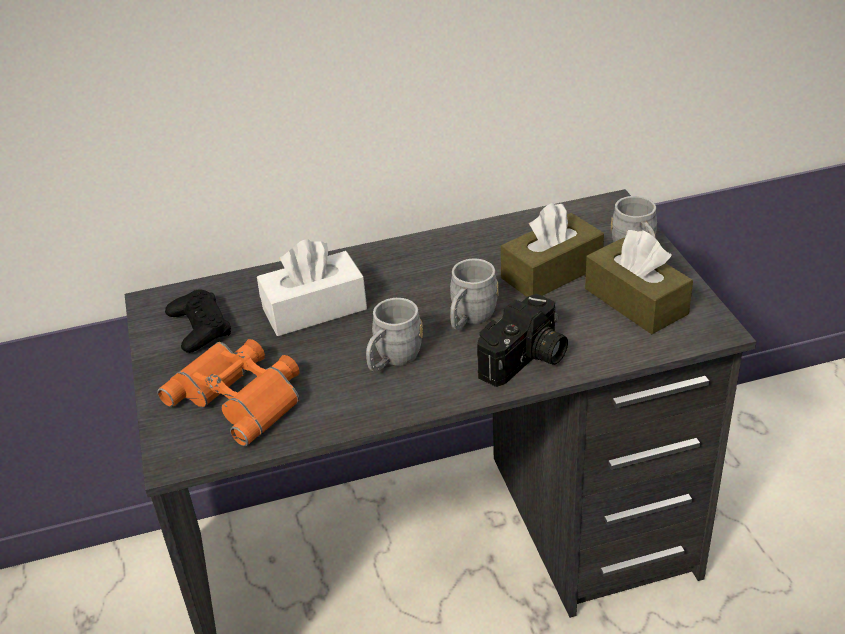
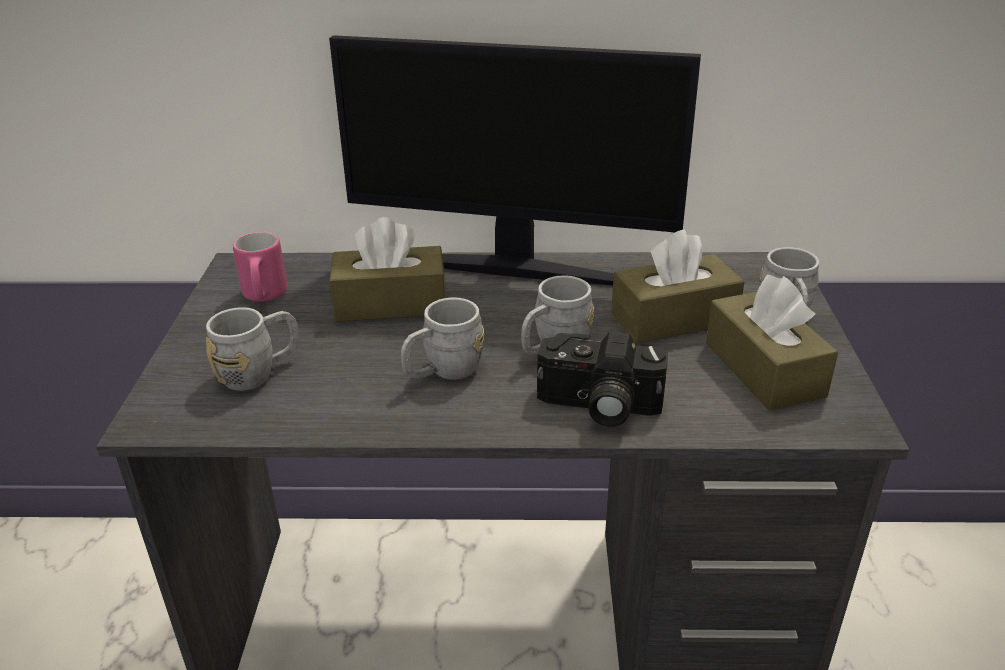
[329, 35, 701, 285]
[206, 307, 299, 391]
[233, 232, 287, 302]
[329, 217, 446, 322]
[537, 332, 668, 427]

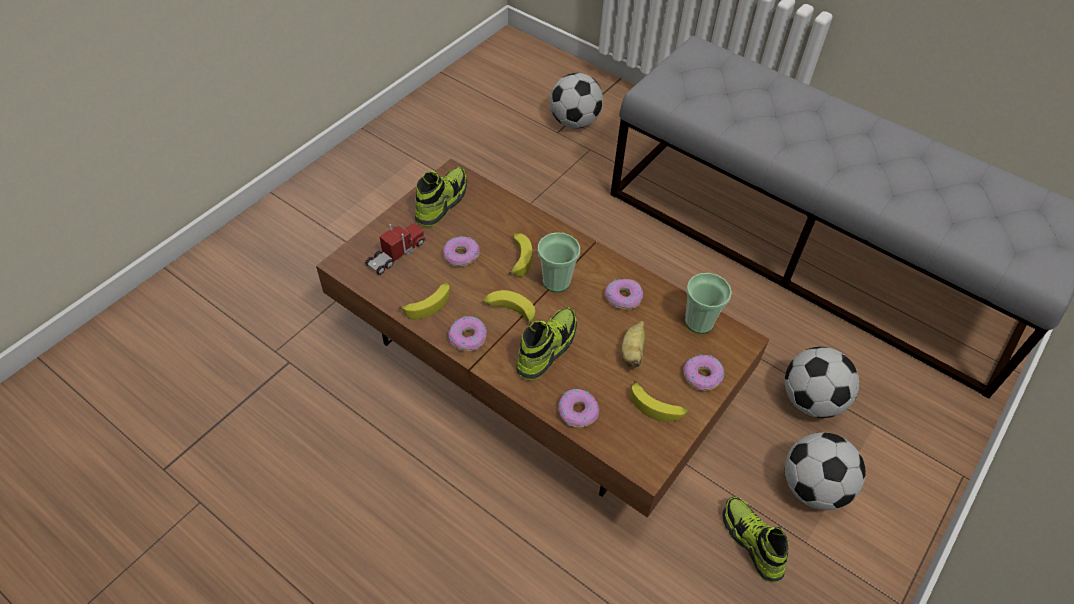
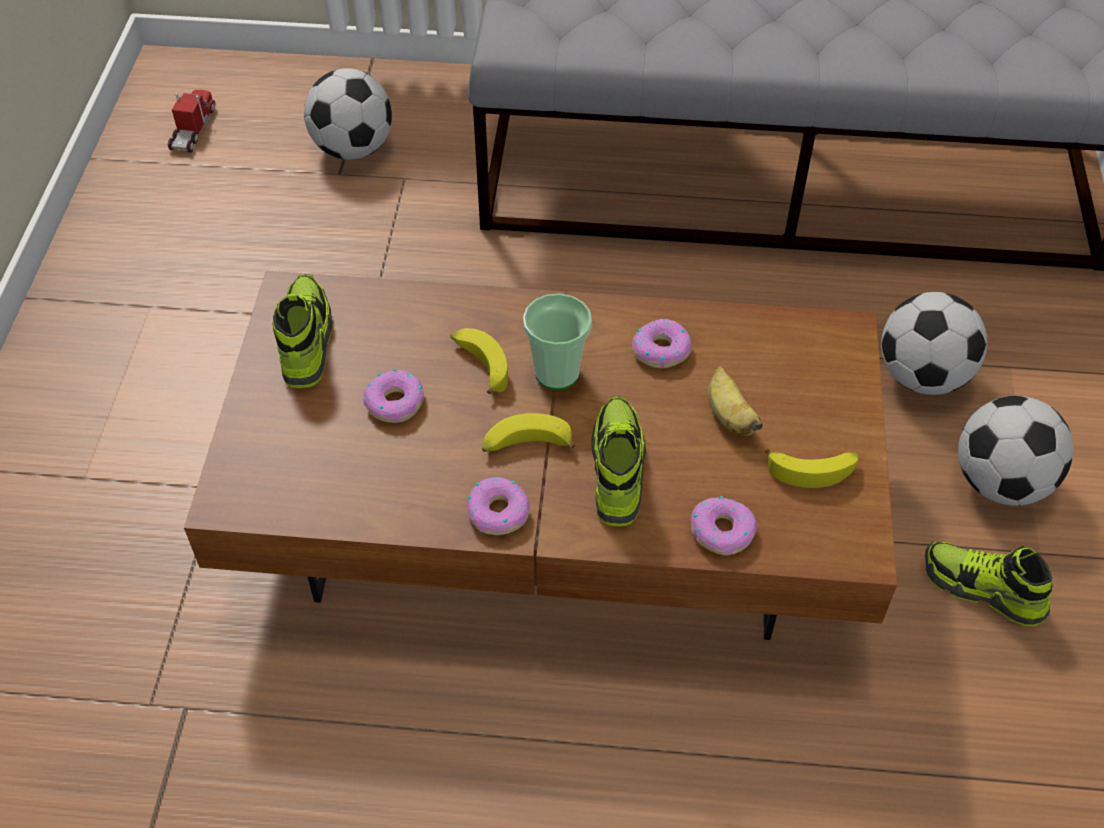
[399, 282, 450, 320] (first image)
[683, 354, 724, 391] (first image)
[685, 273, 732, 334] (first image)
[168, 90, 216, 153]

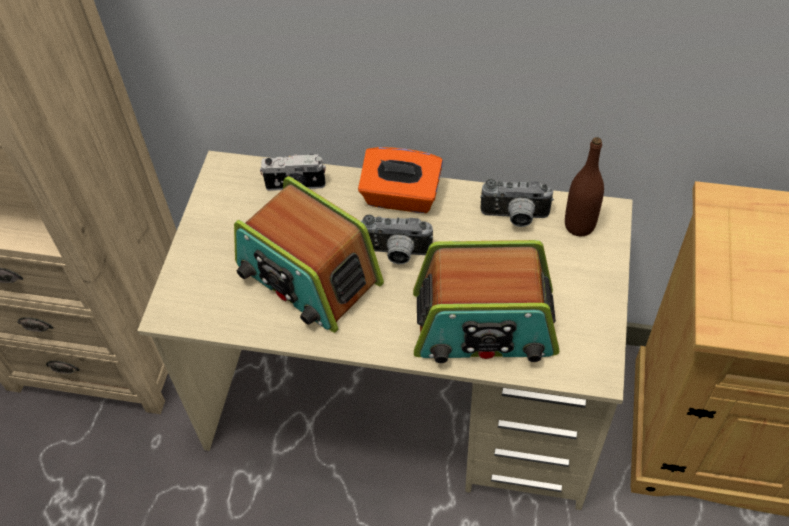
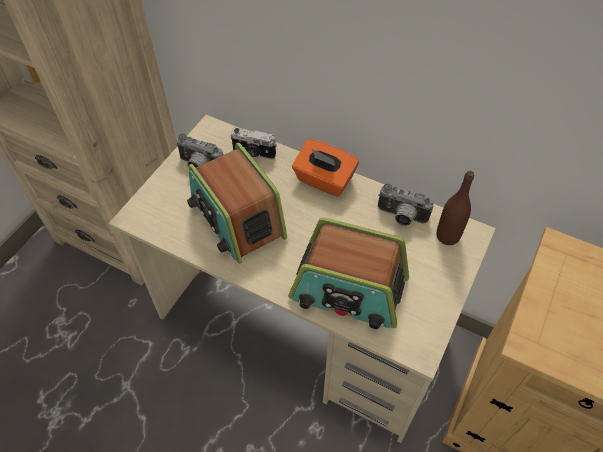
[176, 133, 223, 168]

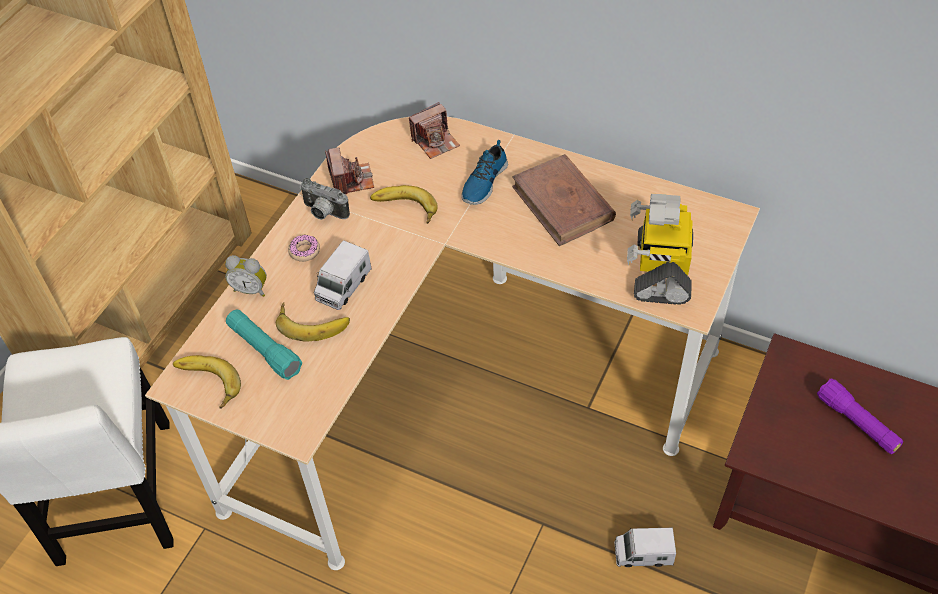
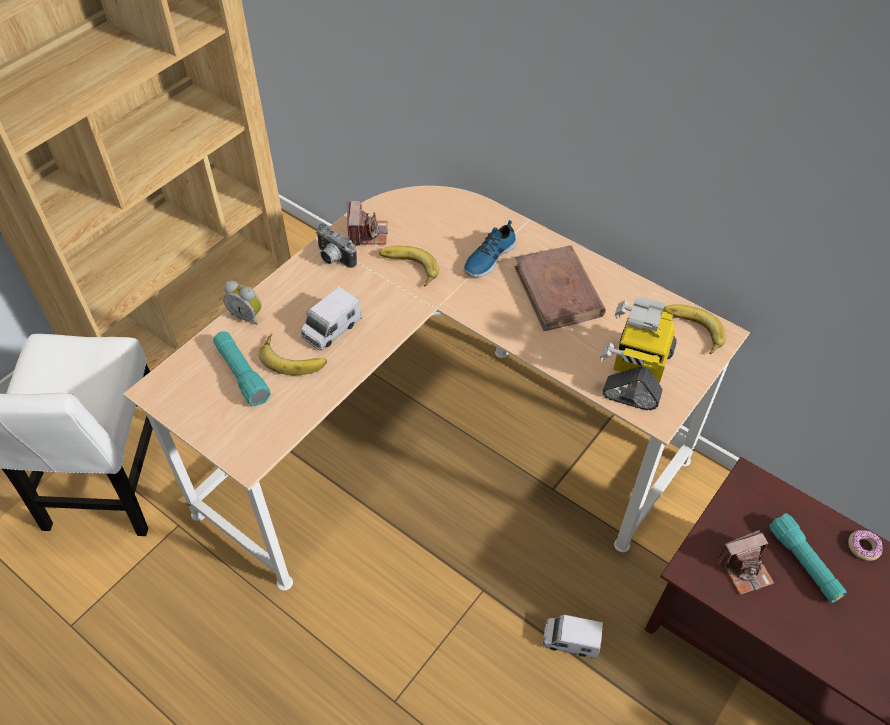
[663, 304, 727, 354]
[848, 530, 883, 561]
[718, 530, 774, 595]
[769, 513, 847, 603]

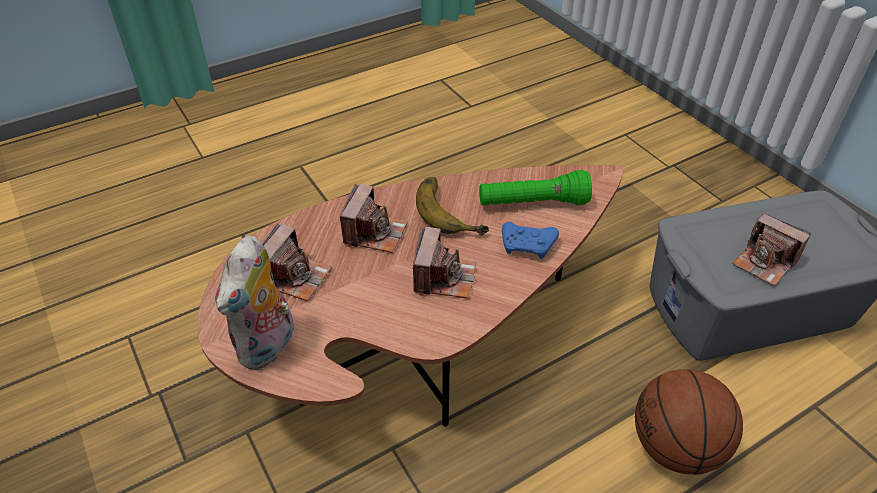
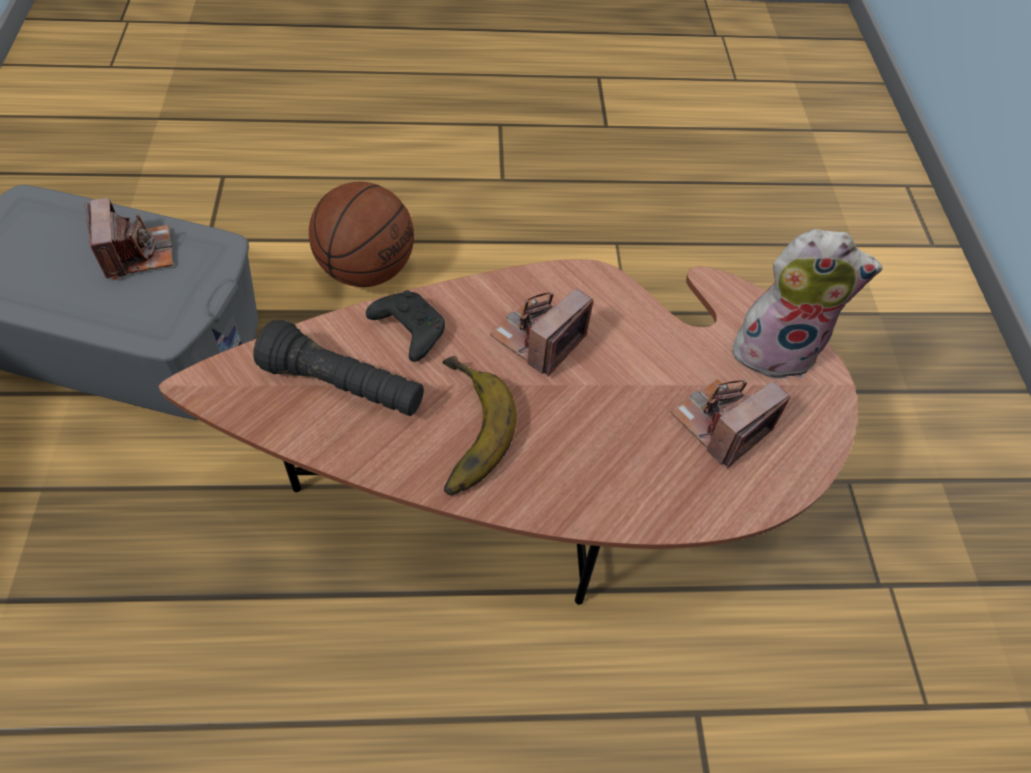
[340, 184, 408, 253] (first image)
[253, 320, 424, 416]
[366, 290, 445, 362]
[732, 229, 883, 379]

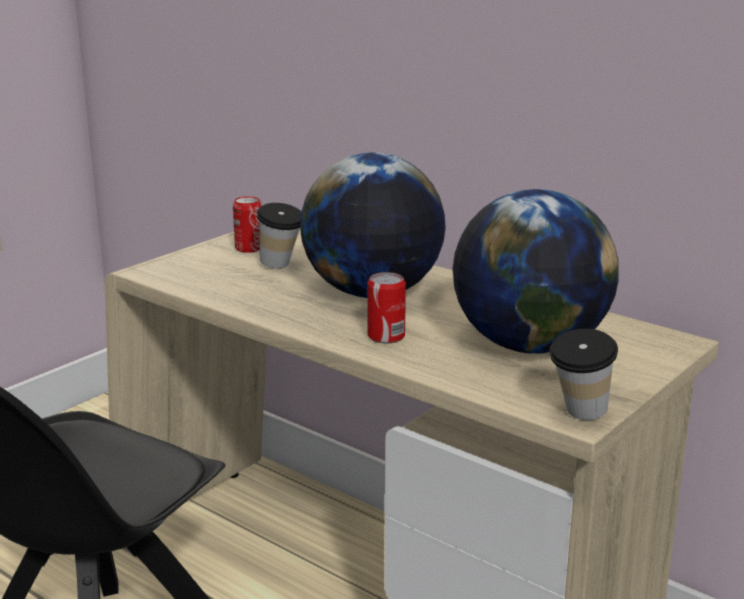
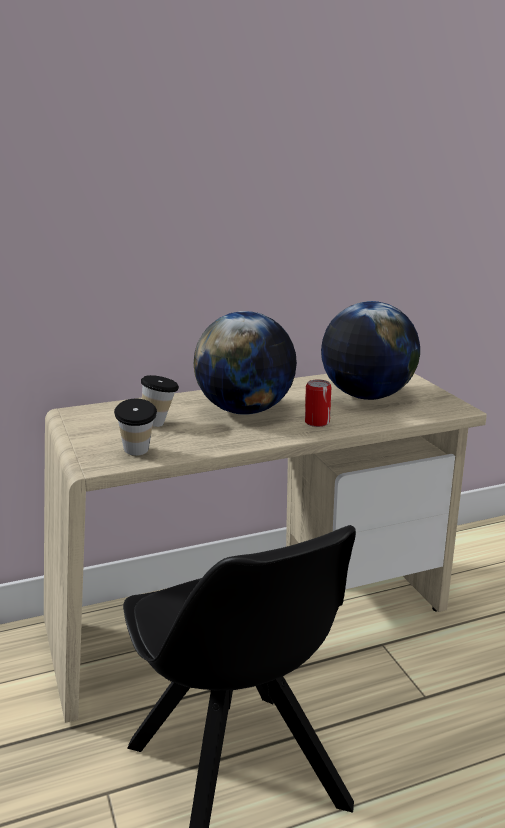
[233, 196, 262, 253] (first image)
[114, 398, 157, 456]

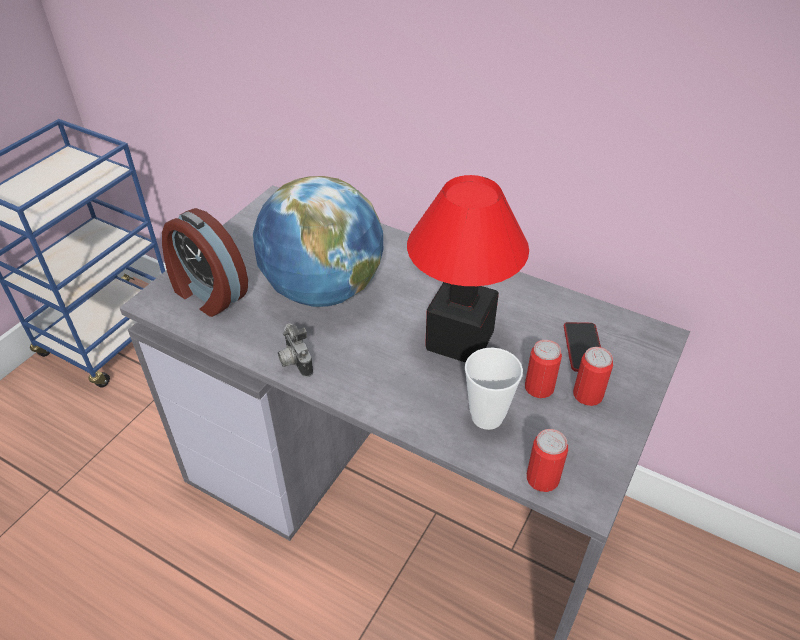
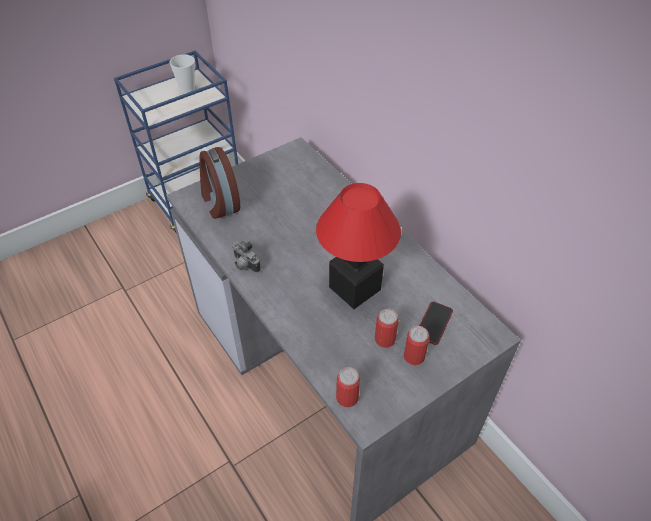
[253, 176, 383, 307] (first image)
[170, 54, 195, 94]
[232, 241, 261, 273]

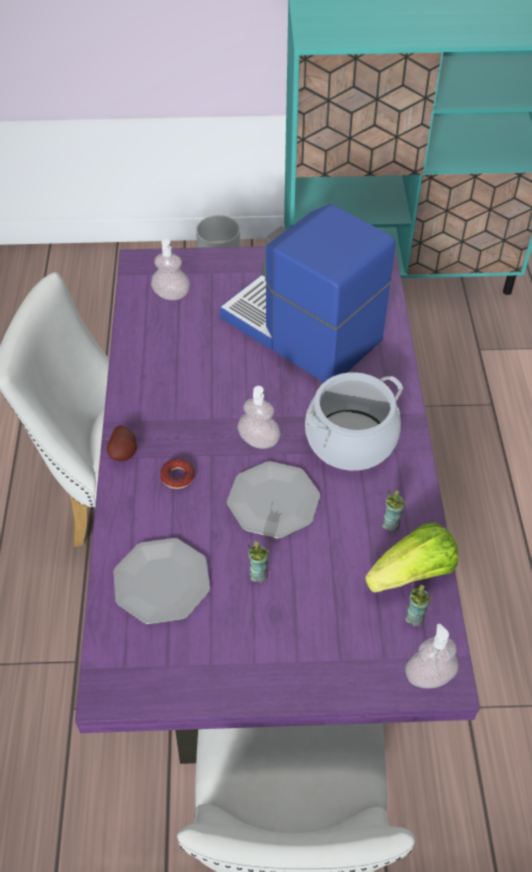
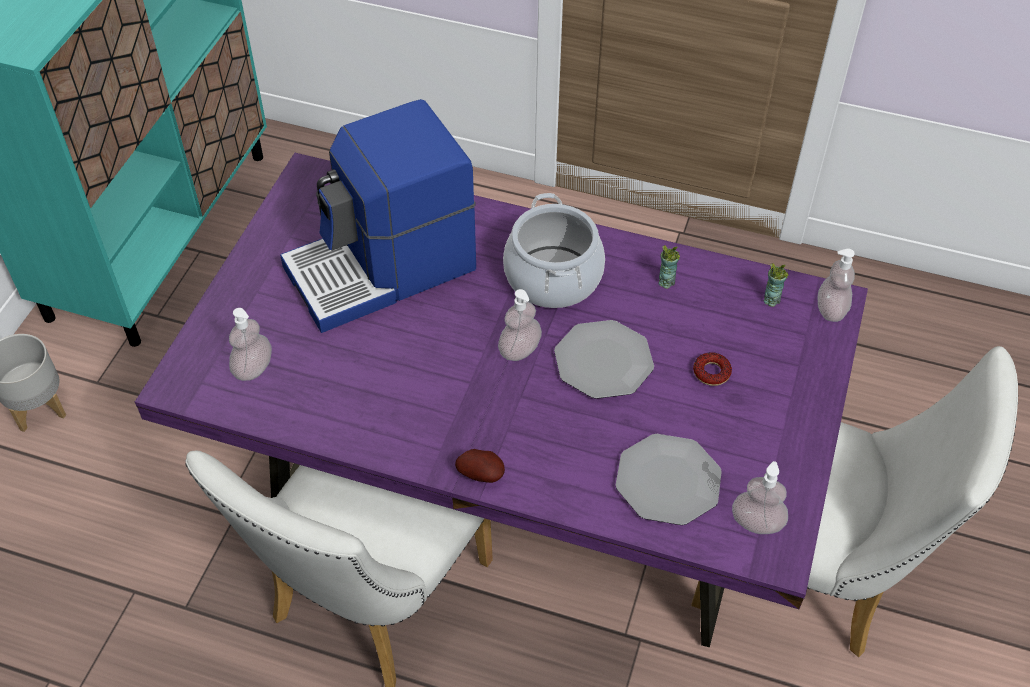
[247, 541, 269, 583] (first image)
[365, 522, 458, 593] (first image)
[732, 461, 788, 534]
[693, 352, 732, 386]

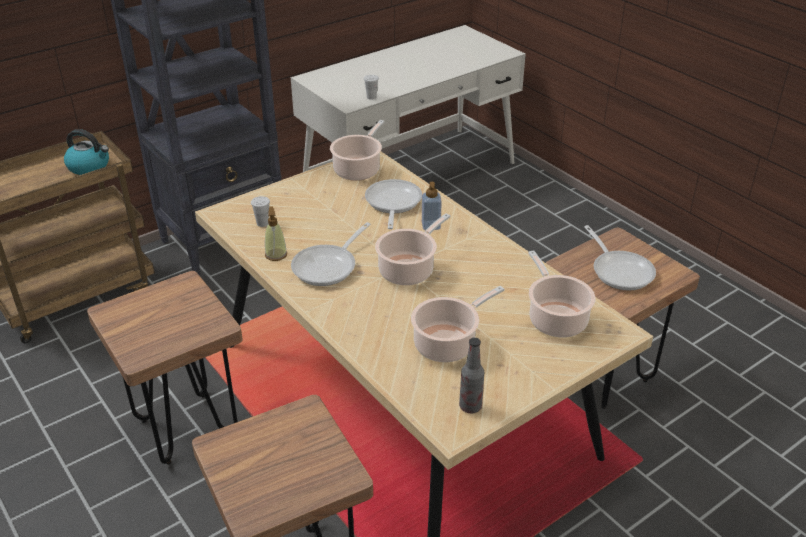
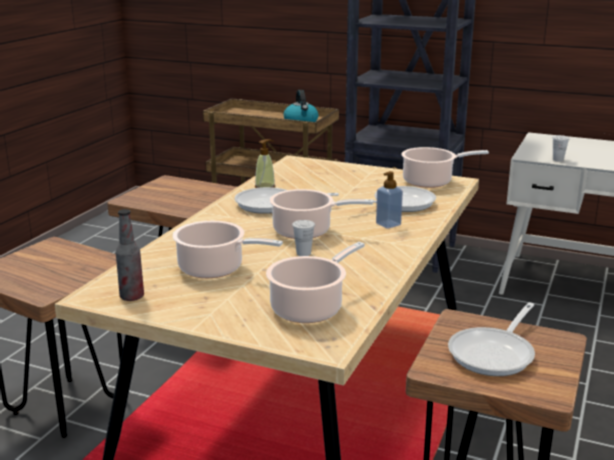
[292, 220, 315, 256]

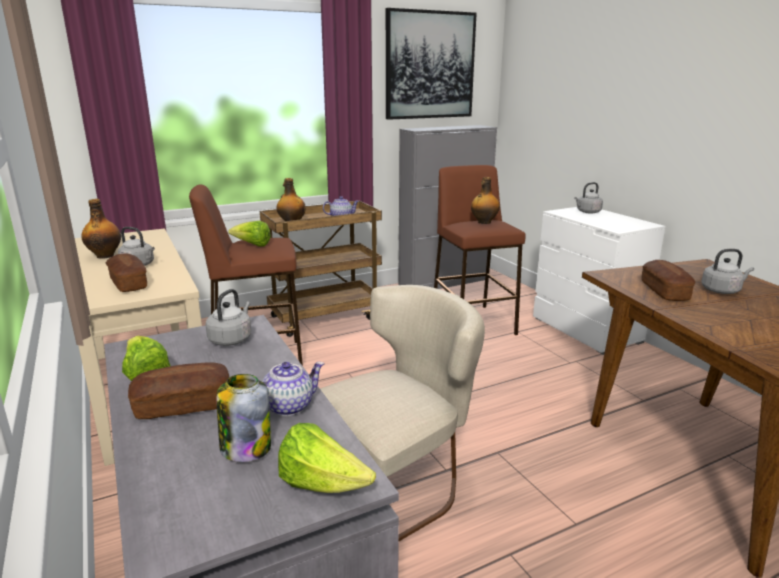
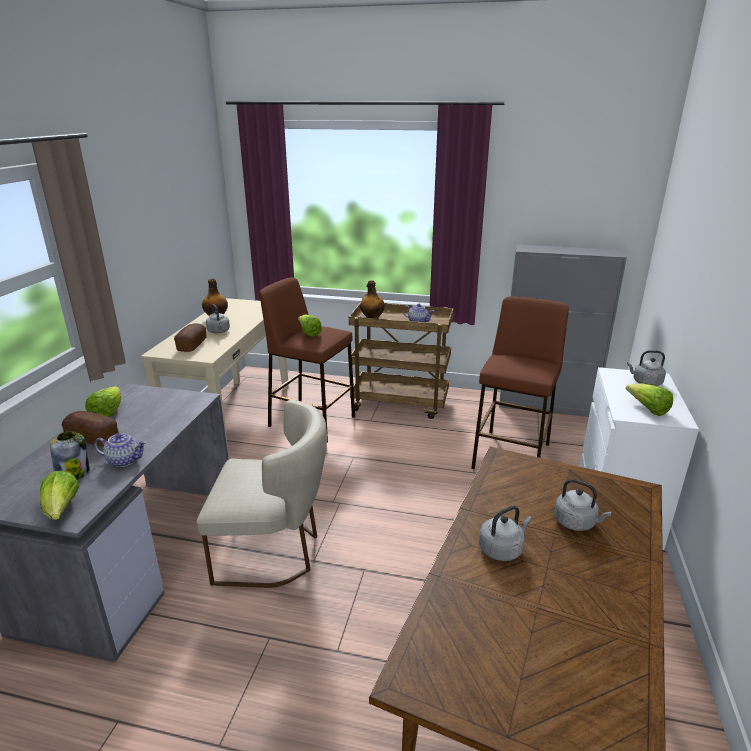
[386, 8, 477, 120] (first image)
[471, 177, 500, 224] (first image)
[641, 260, 695, 301] (first image)
[626, 383, 673, 416]
[479, 506, 532, 561]

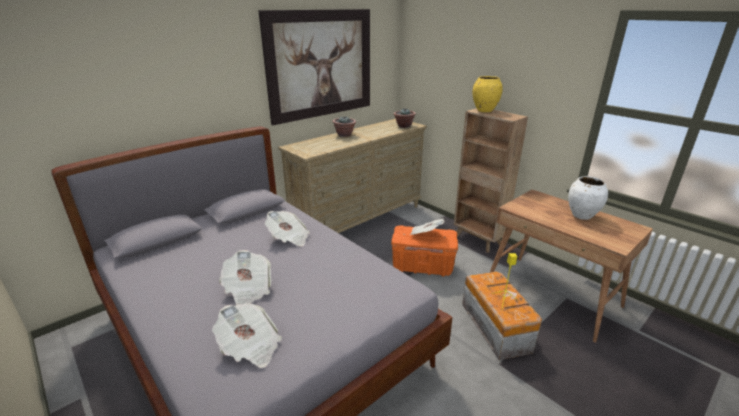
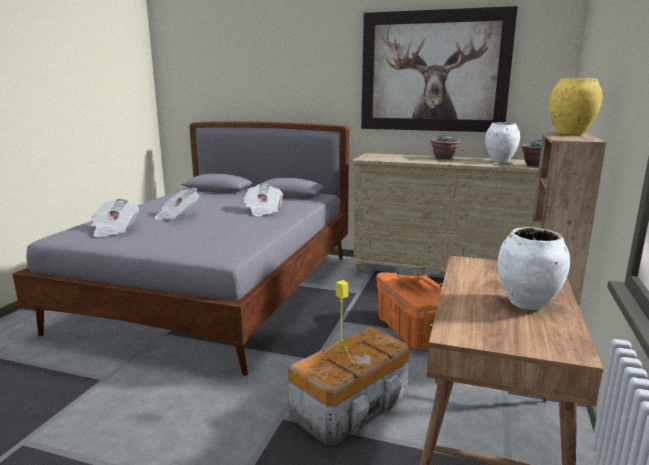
[485, 123, 520, 162]

